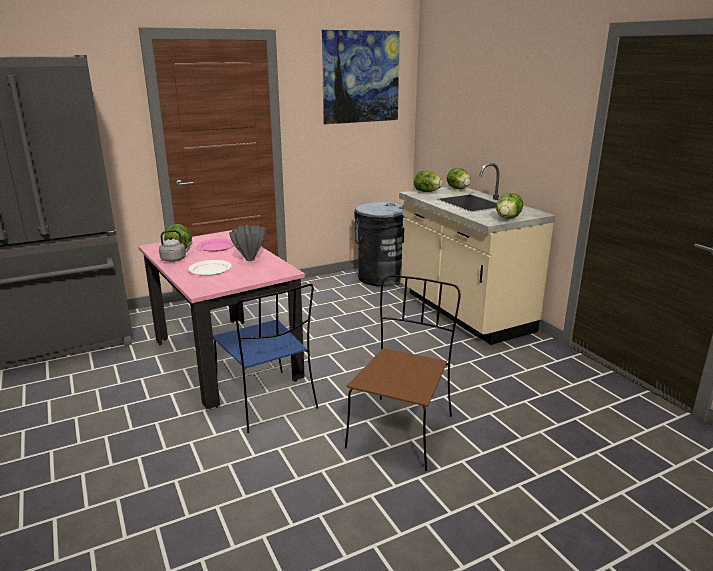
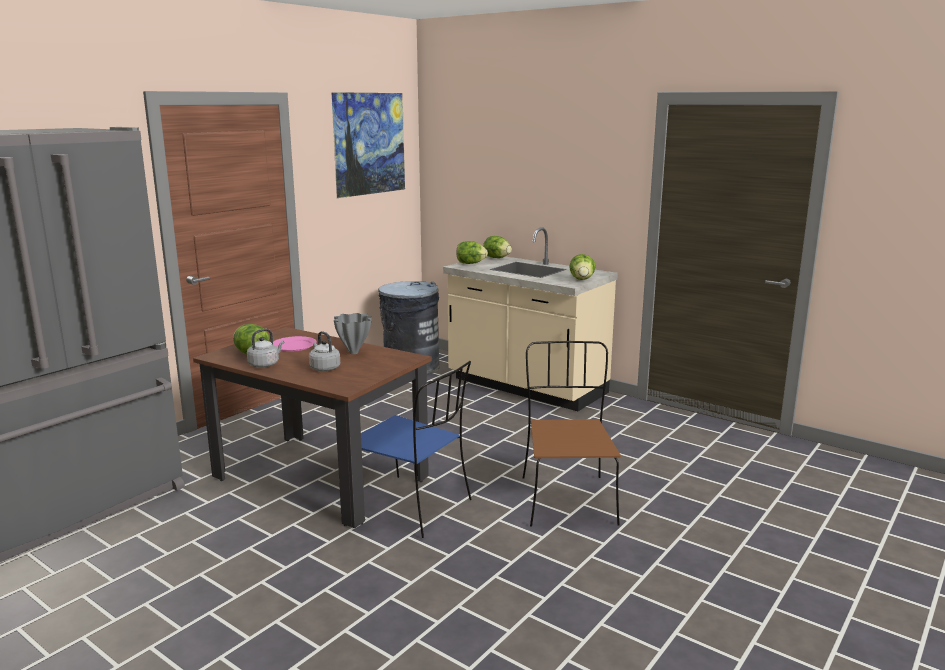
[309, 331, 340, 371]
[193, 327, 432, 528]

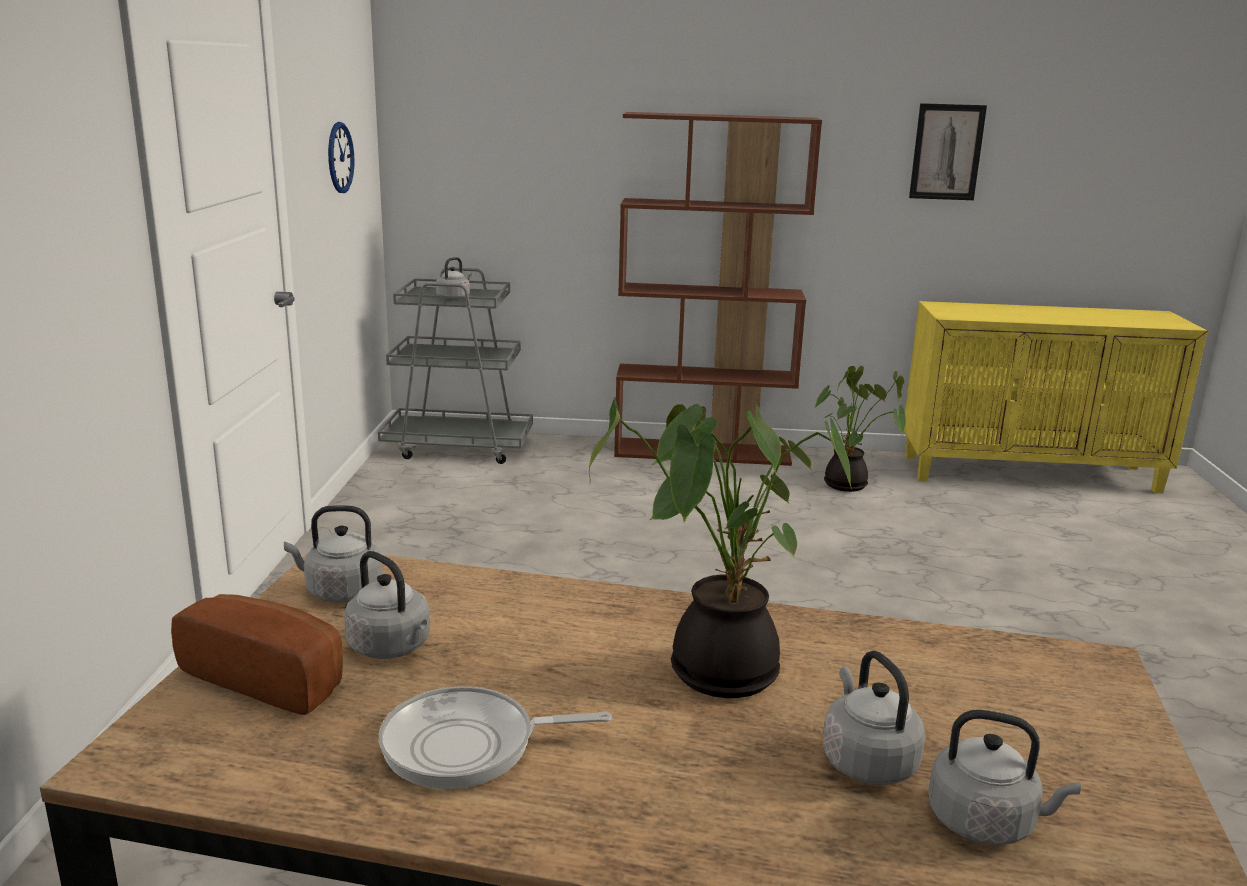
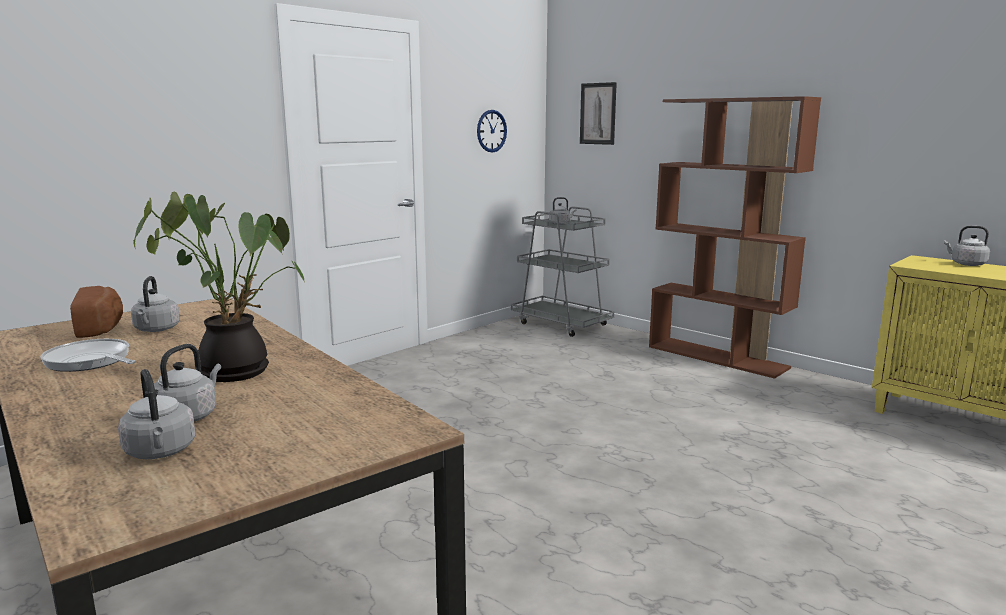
[814, 366, 906, 492] (first image)
[944, 226, 990, 266]
[580, 82, 617, 145]

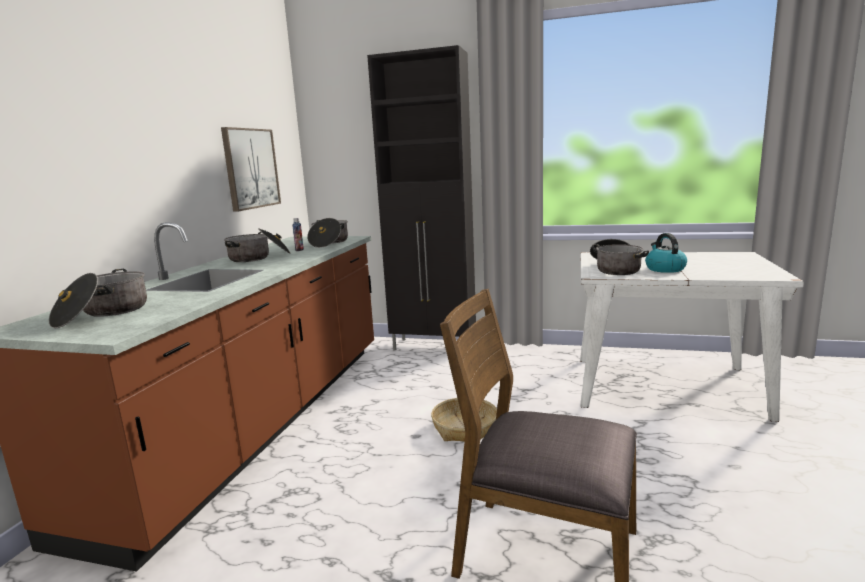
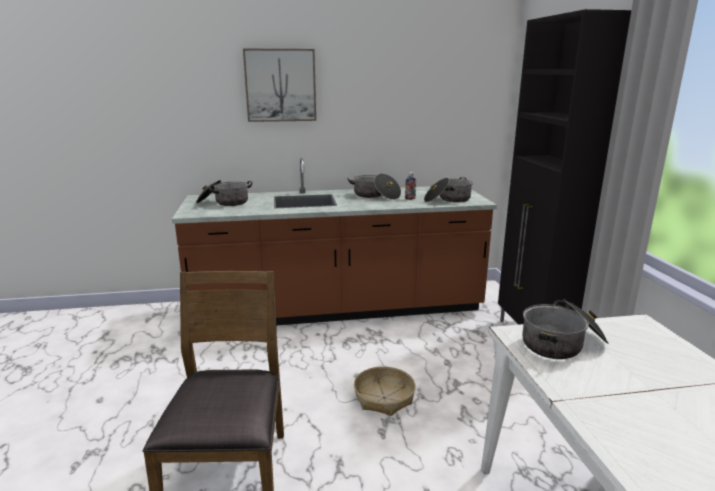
[645, 233, 687, 273] (first image)
[243, 49, 316, 122]

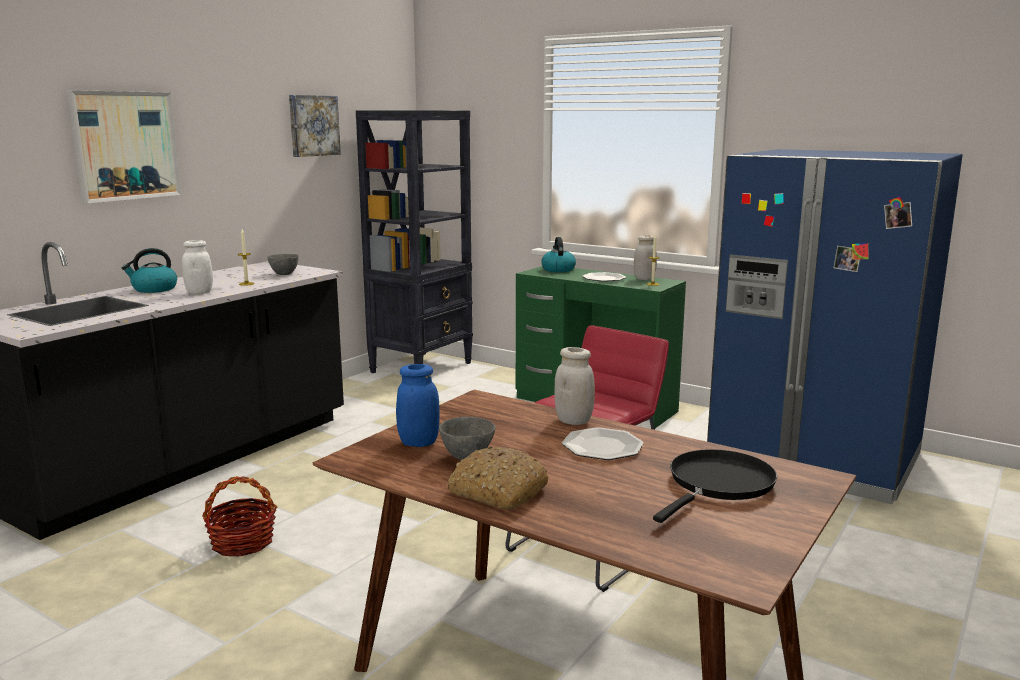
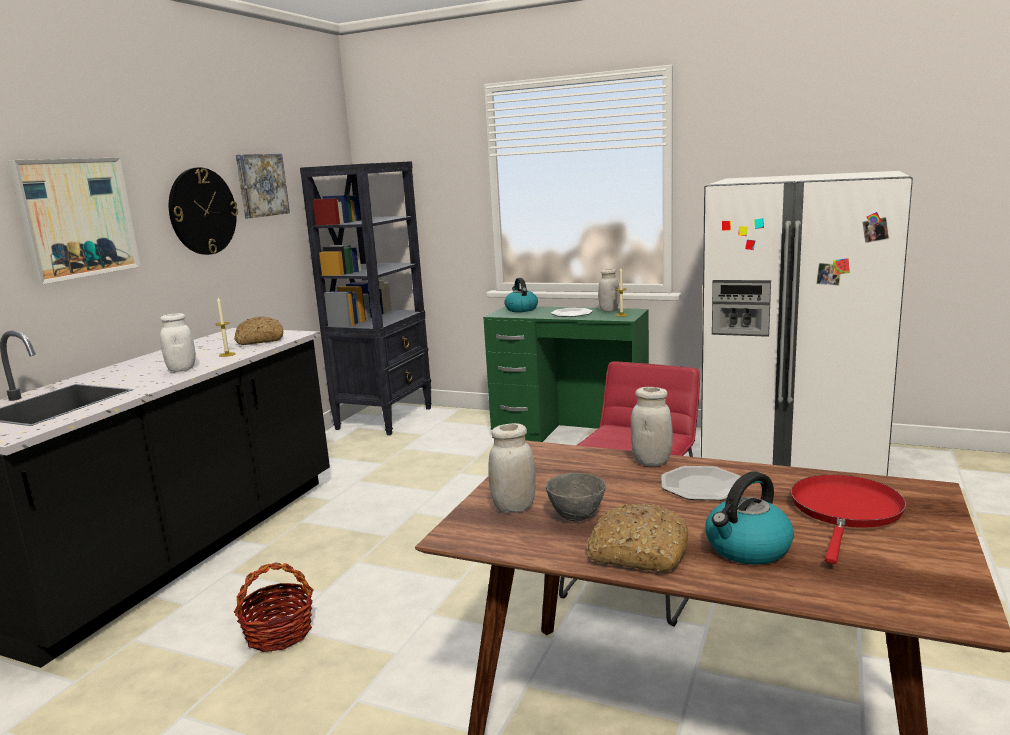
[169, 167, 238, 255]
[706, 471, 794, 565]
[234, 316, 283, 345]
[488, 423, 535, 513]
[791, 475, 906, 564]
[701, 171, 913, 476]

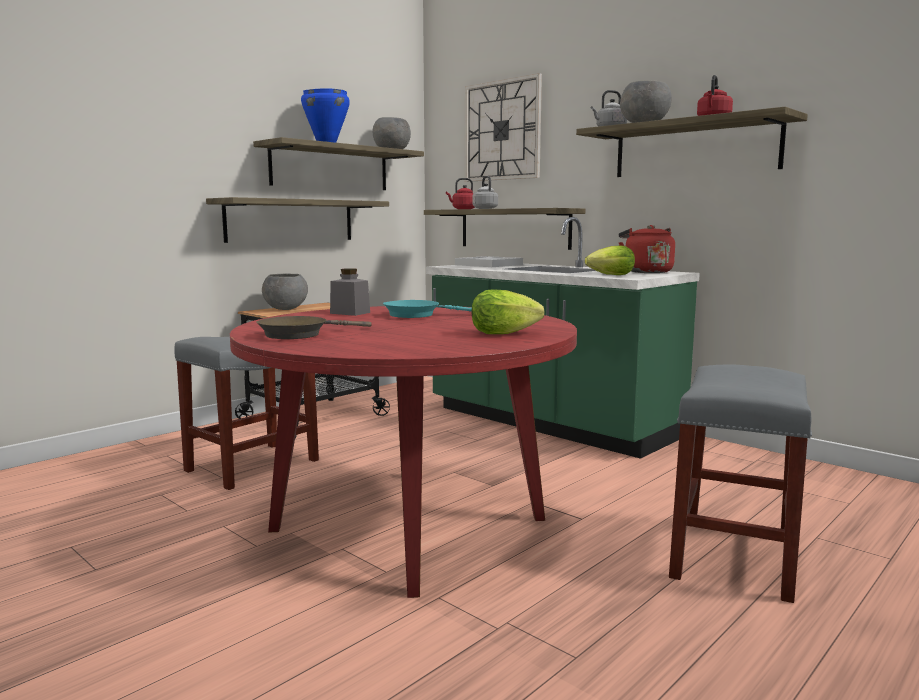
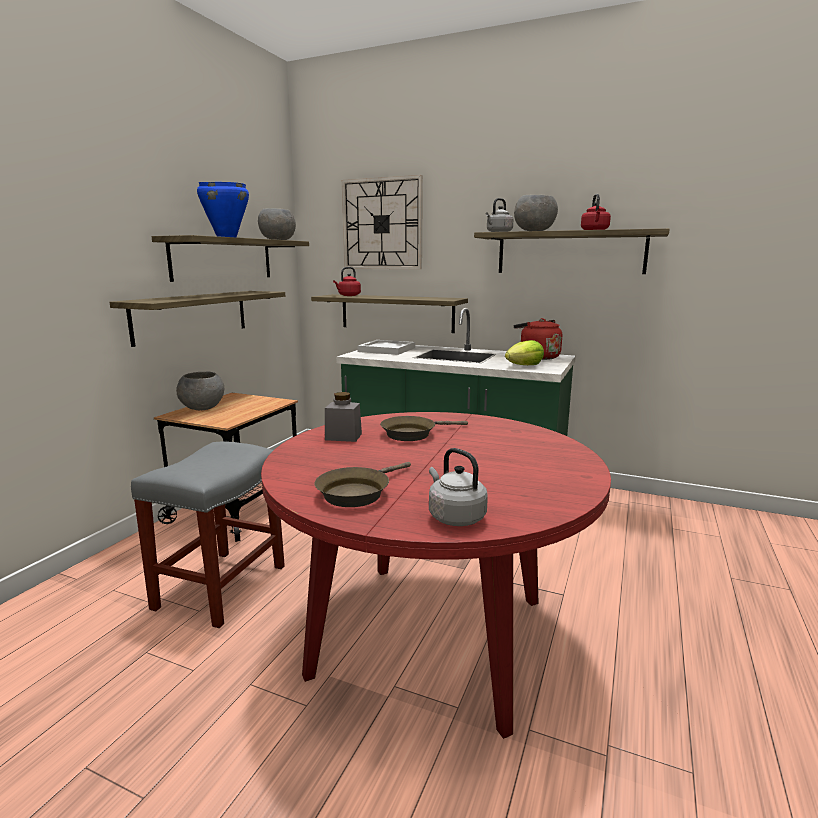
[472, 289, 545, 334] (first image)
[669, 364, 812, 603] (first image)
[429, 448, 488, 526]
[380, 416, 468, 441]

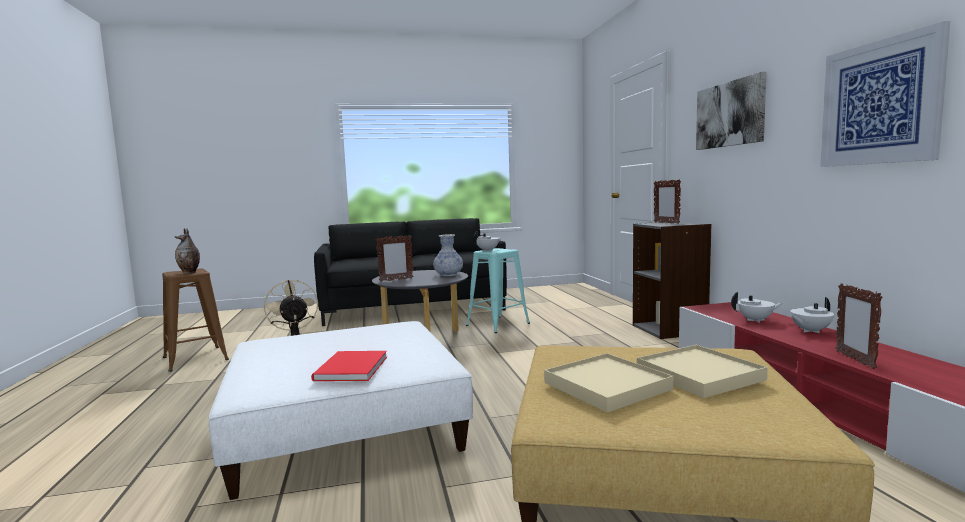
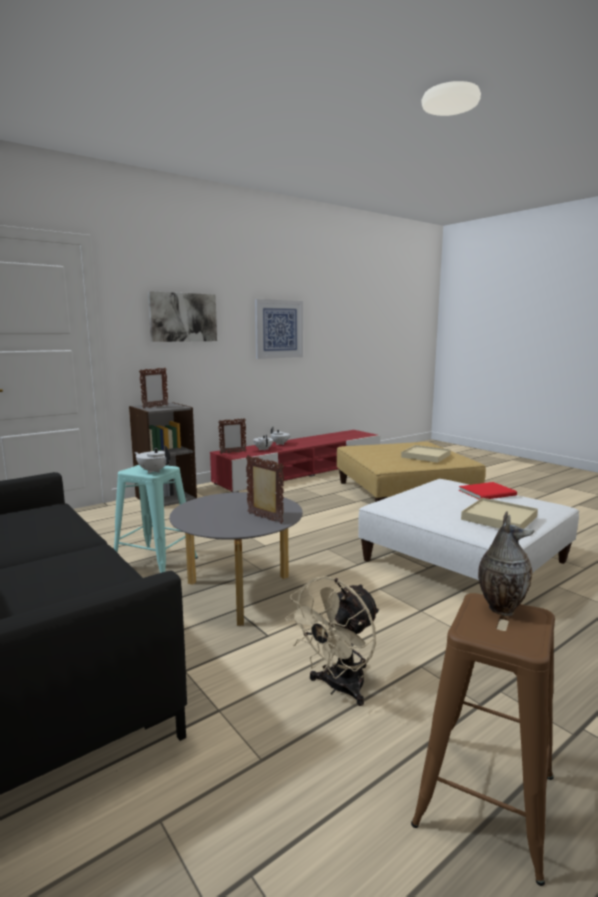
[433, 234, 463, 276] (first image)
[461, 498, 538, 529]
[218, 418, 246, 454]

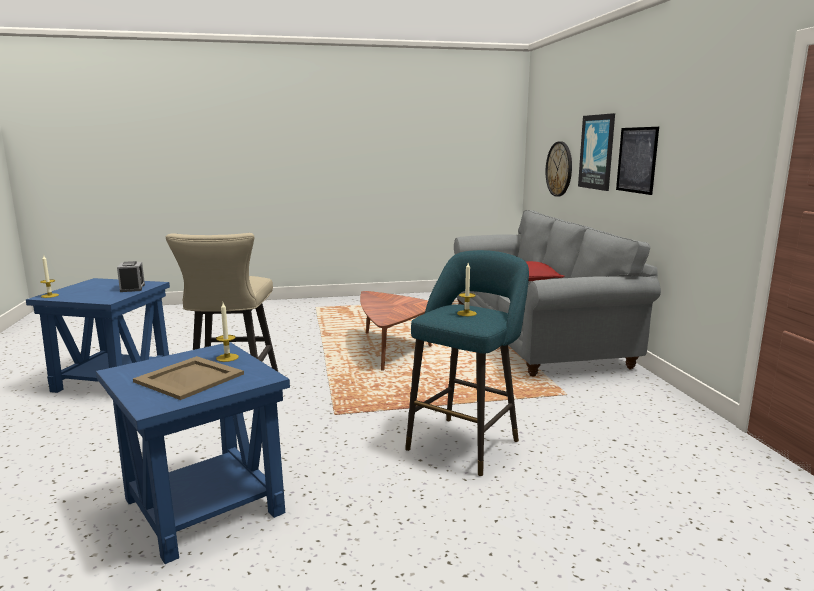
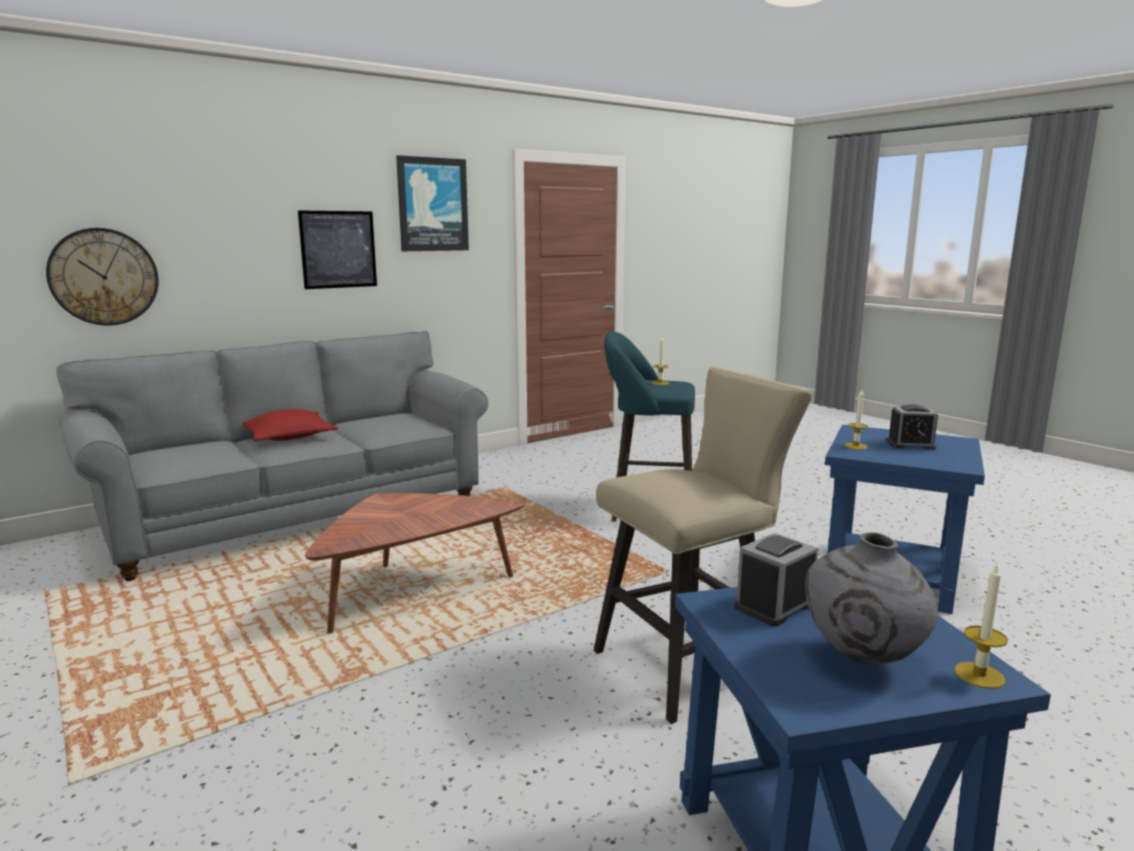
[805, 532, 938, 665]
[396, 155, 469, 251]
[887, 404, 938, 450]

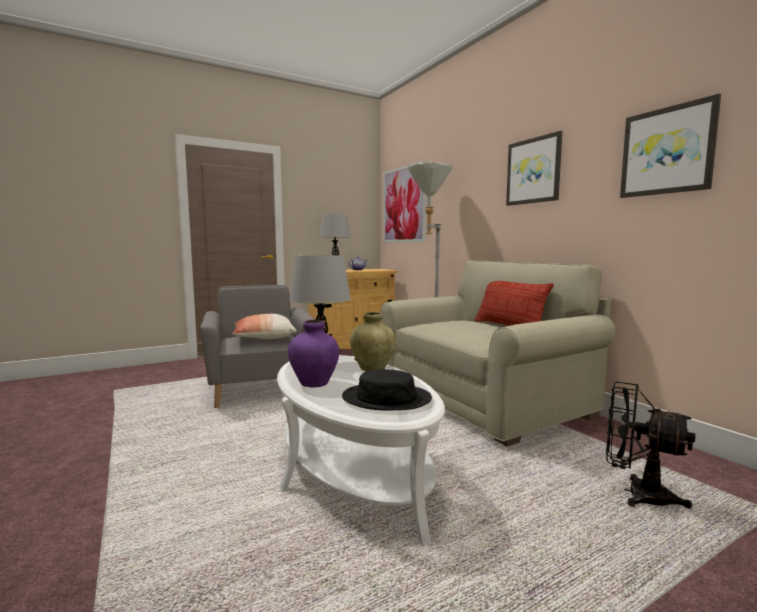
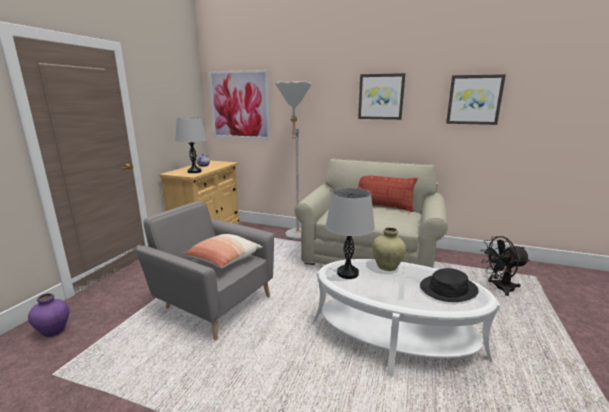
[28, 293, 69, 337]

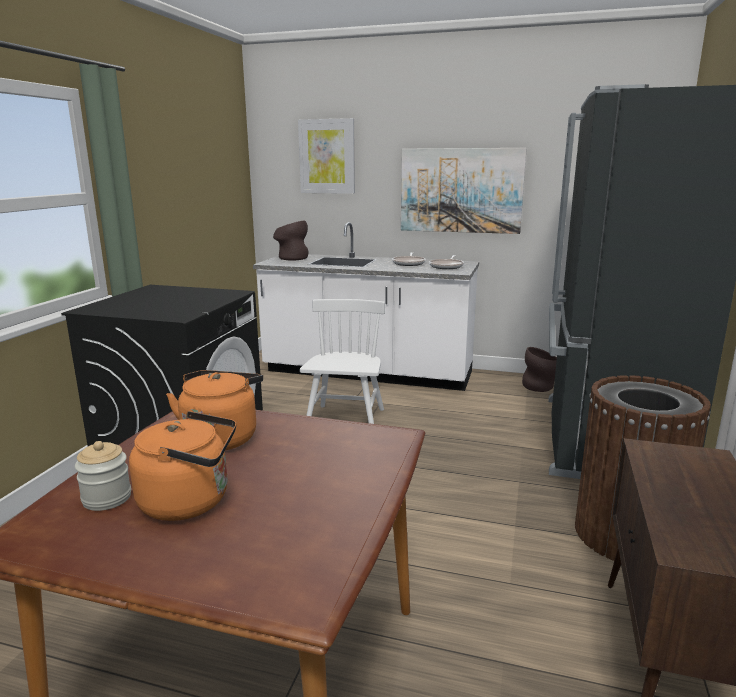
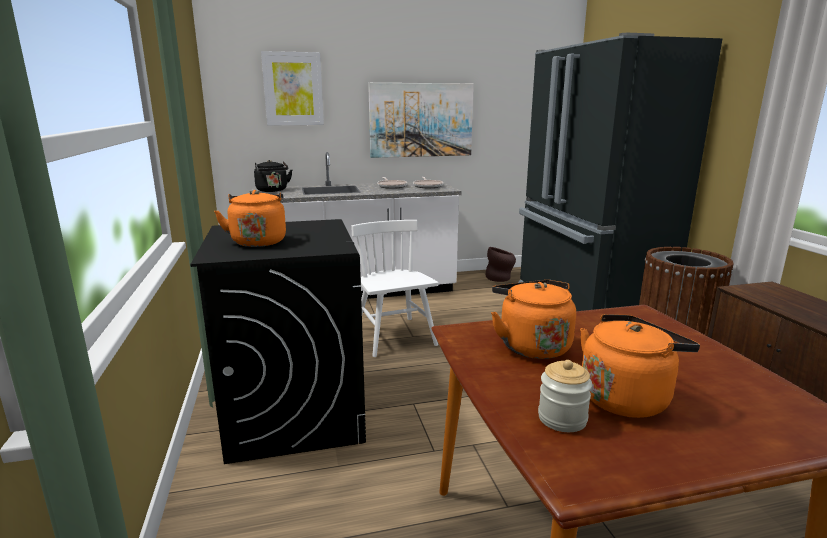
[214, 190, 286, 247]
[254, 160, 292, 192]

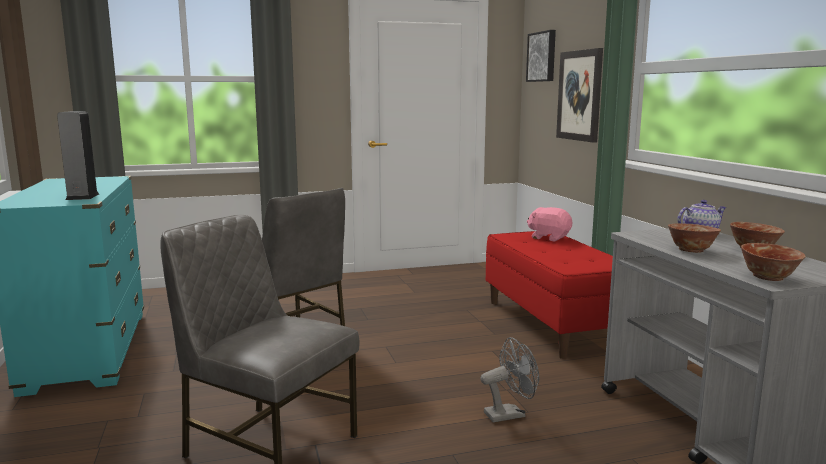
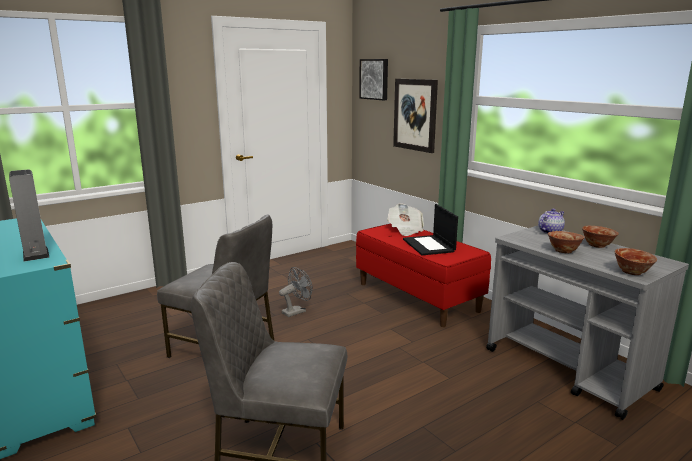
[403, 204, 458, 255]
[279, 267, 313, 317]
[387, 204, 424, 236]

